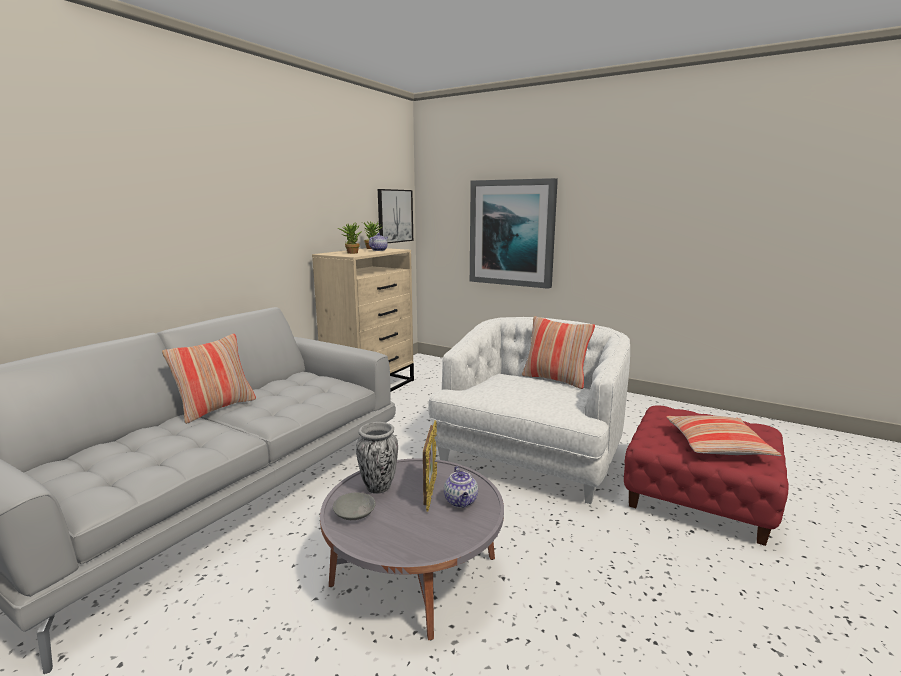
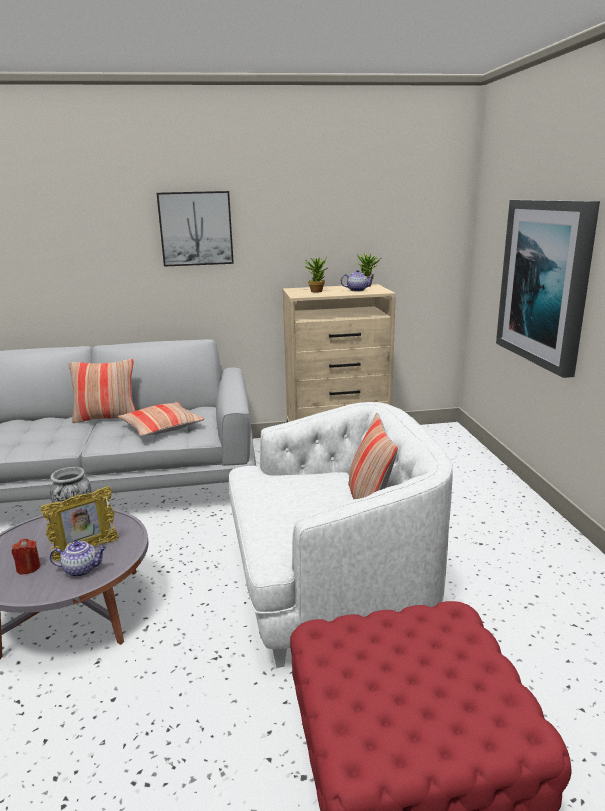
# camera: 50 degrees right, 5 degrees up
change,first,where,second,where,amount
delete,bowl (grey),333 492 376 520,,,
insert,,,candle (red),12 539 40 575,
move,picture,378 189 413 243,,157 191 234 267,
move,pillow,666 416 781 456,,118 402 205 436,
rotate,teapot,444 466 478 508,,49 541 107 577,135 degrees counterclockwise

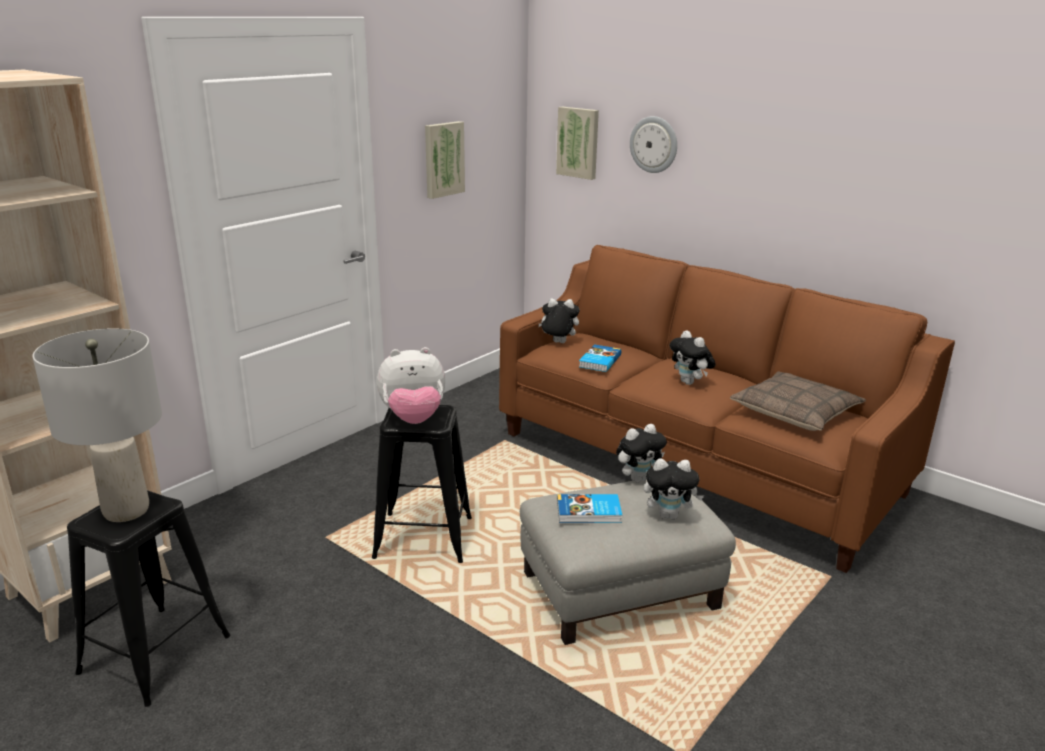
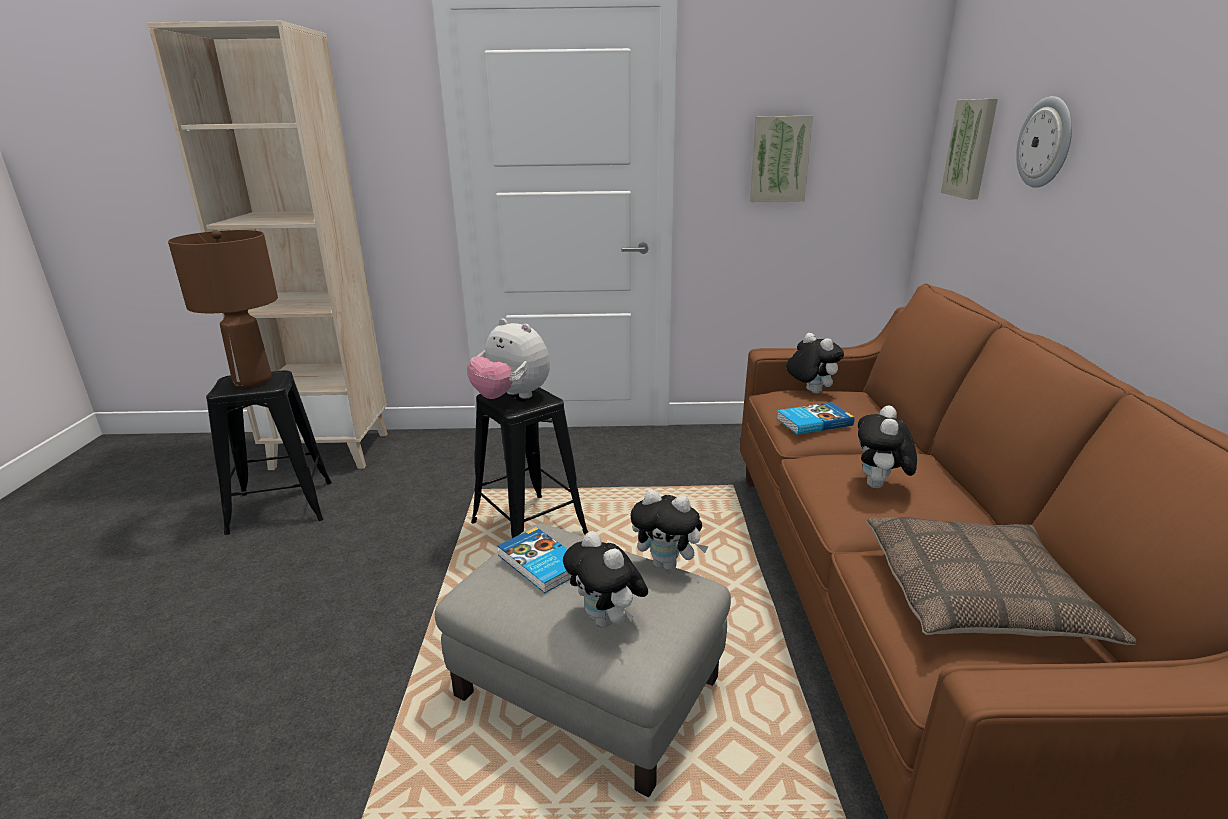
# camera: 50 degrees right, 0 degrees up
change,first,where,second,where,amount
recolor,table lamp (grey),32 328 162 522,table lamp (brown),168 230 278 388,

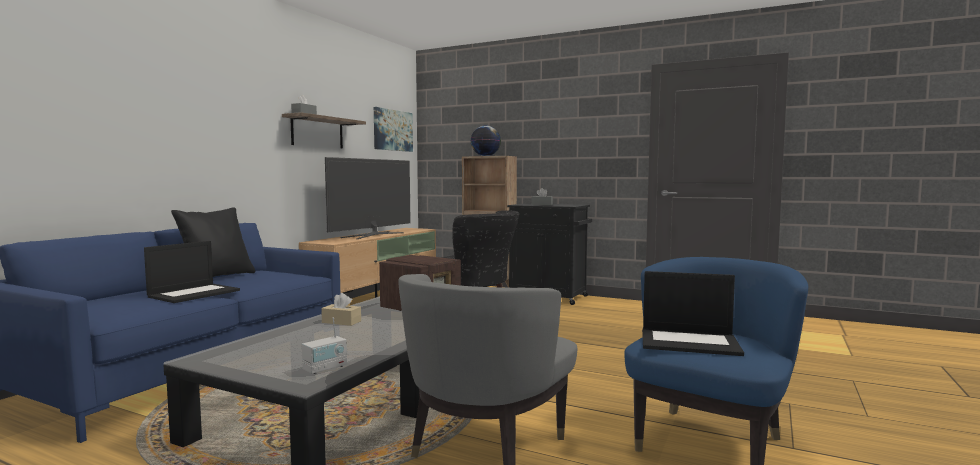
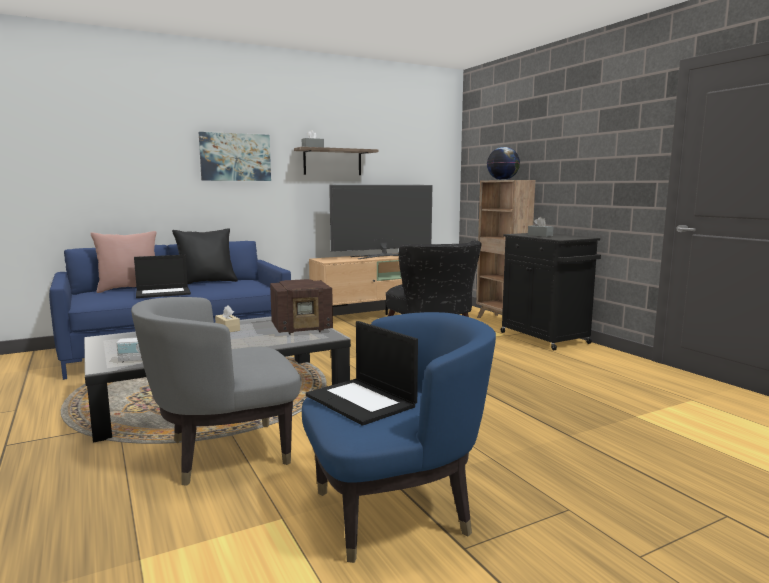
# camera: 35 degrees right, 5 degrees up
change,first,where,second,where,amount
insert,,,pillow (pink),90 231 157 293,
move,picture,374 107 413 152,,199 132 271 181,

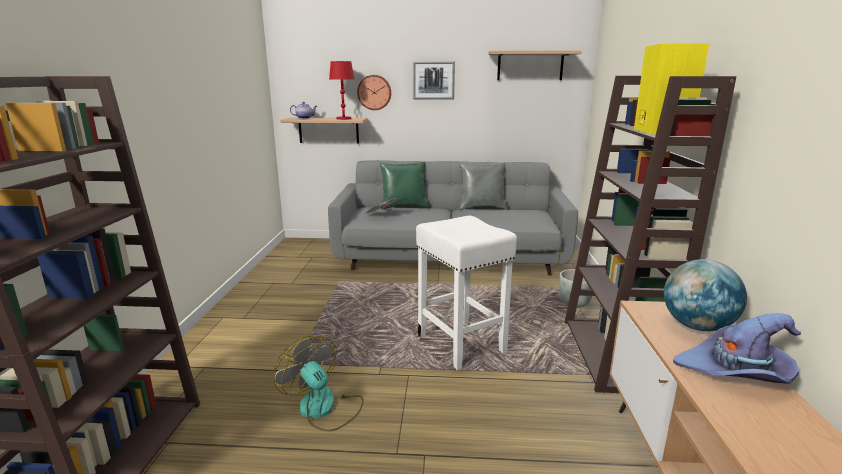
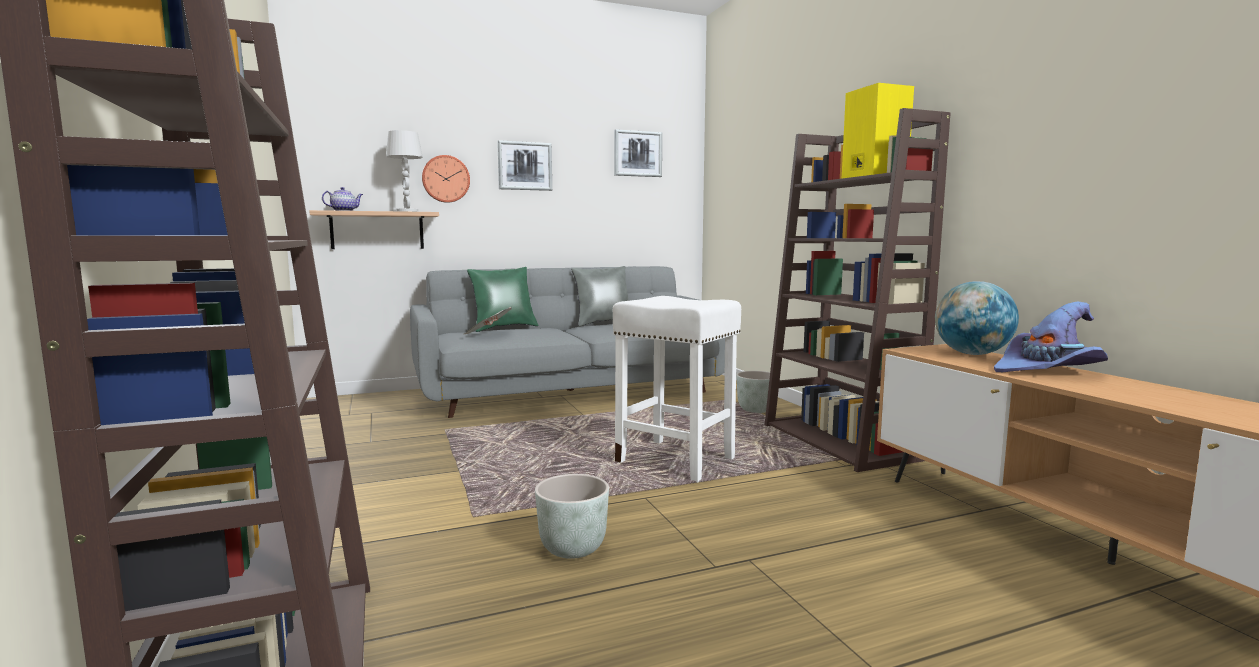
# camera: 25 degrees left, 10 degrees down
change,first,where,second,where,amount
replace,fan,274 335 364 431,planter (grey),535 474 609 559,
replace,shelf,488 50 581 80,picture,614 129 662 177,
recolor,table lamp (red),329 61 354 120,table lamp (white),386 130 423 212,

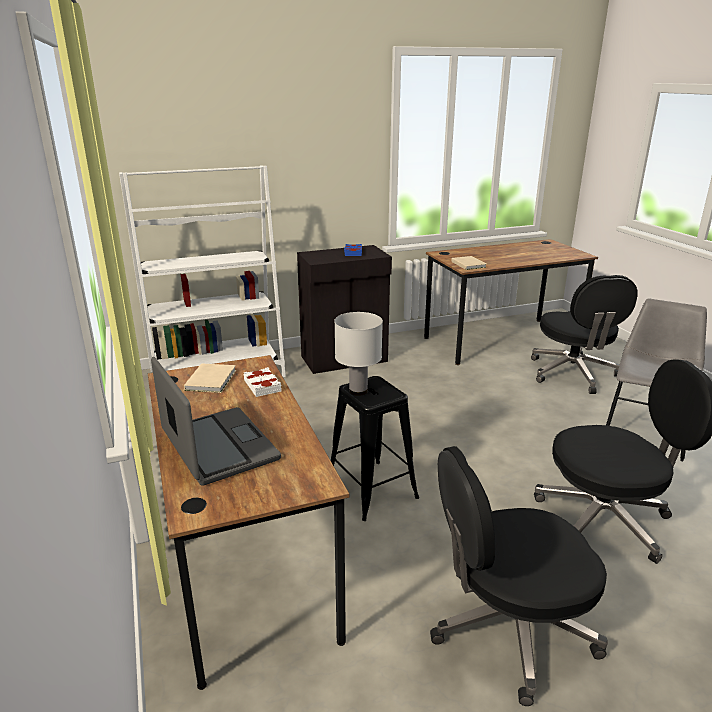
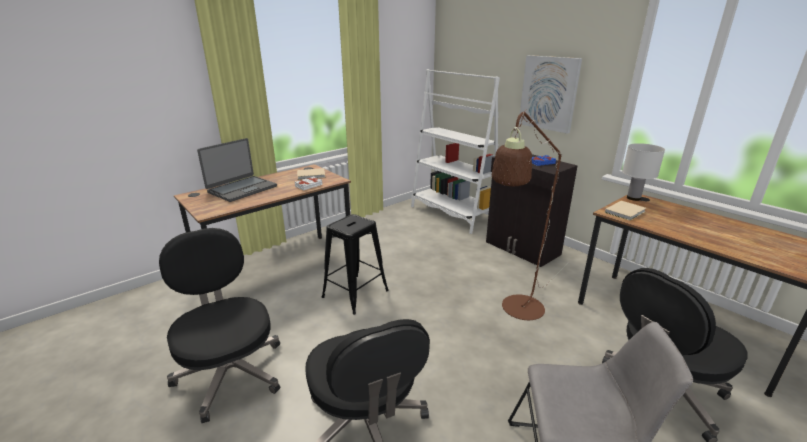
# camera: 70 degrees right, 0 degrees up
change,first,where,second,where,amount
insert,,,floor lamp (brown),492 110 569 320,
insert,,,picture,519 55 582 134,
move,table lamp (white),334 312 383 396,,622 143 665 201,

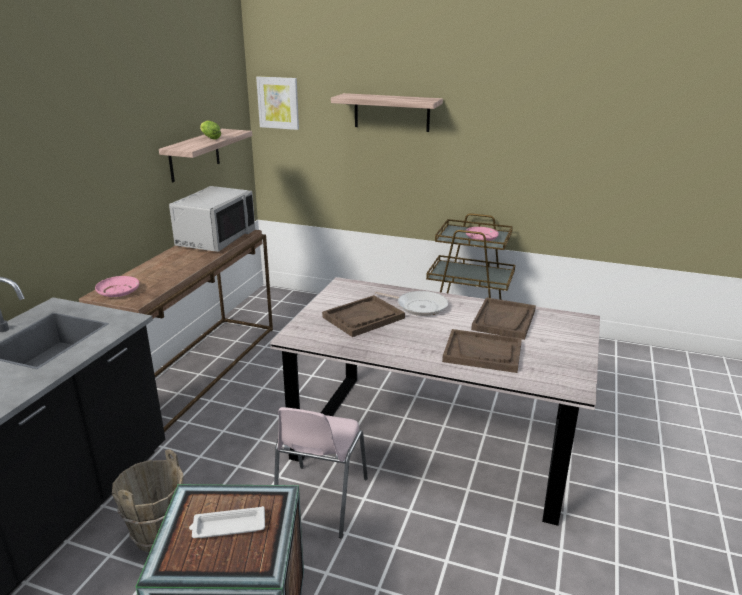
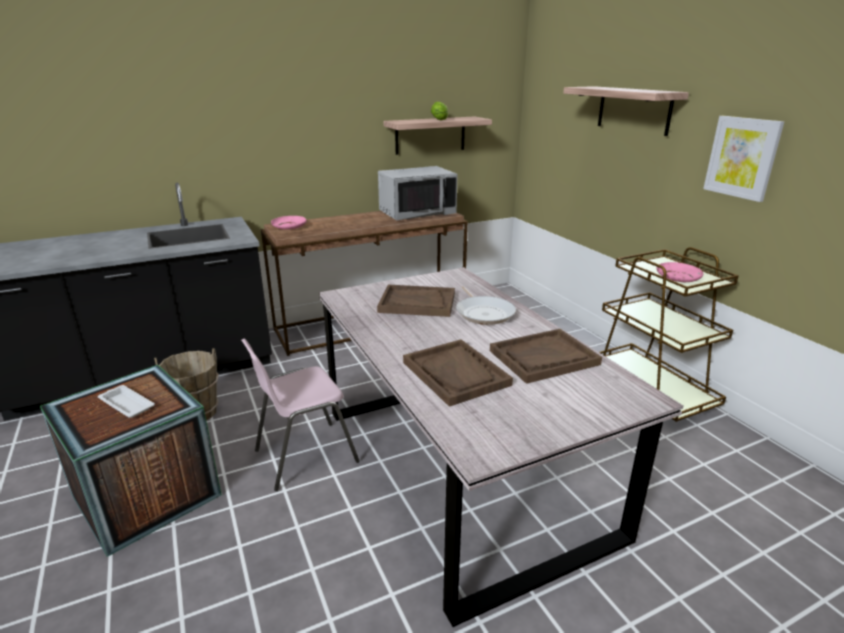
# camera: 45 degrees right, 0 degrees up
change,first,where,second,where,amount
move,picture,256 76 299 130,,703 116 784 202,

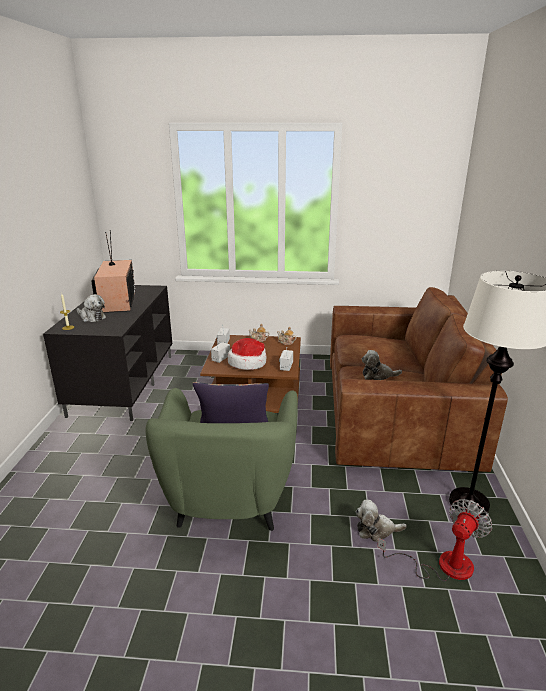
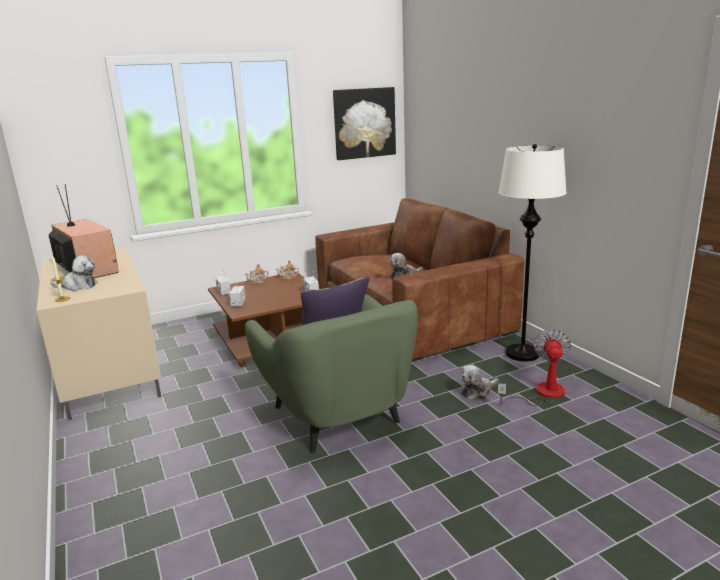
# camera: 30 degrees left, 5 degrees down
change,first,where,second,where,amount
delete,hat,228 338 267 370,,,
insert,,,picture,333 87 396 160,
recolor,tv stand (black),43 285 172 421,tv stand (beige),37 248 161 421,

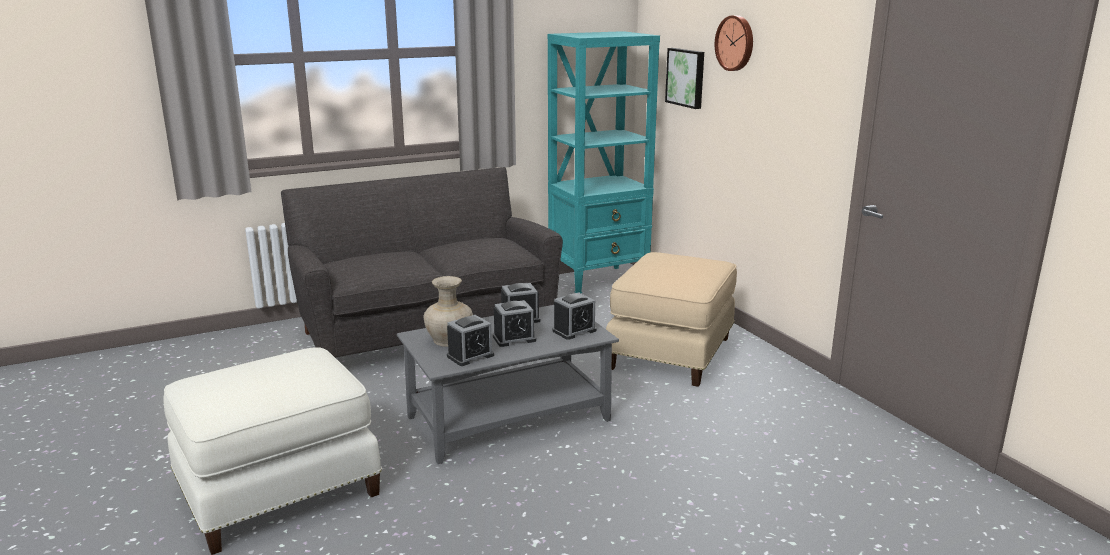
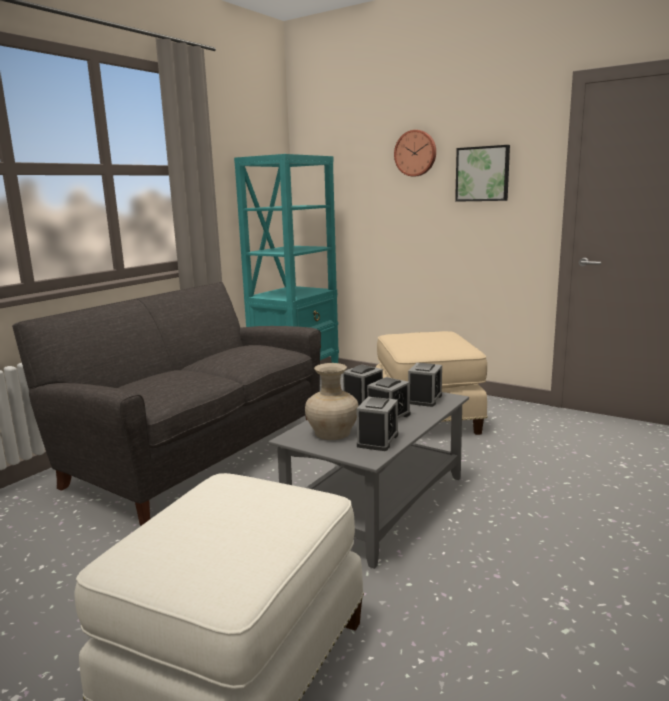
# camera: 30 degrees left, 5 degrees down
change,first,where,second,where,amount
move,picture,665 48 704 109,,455 145 510 202,

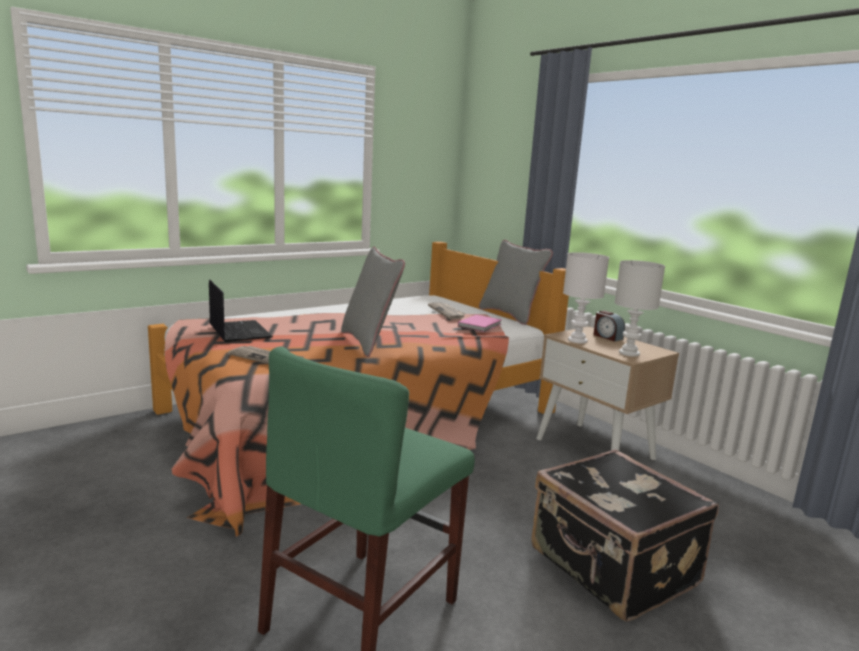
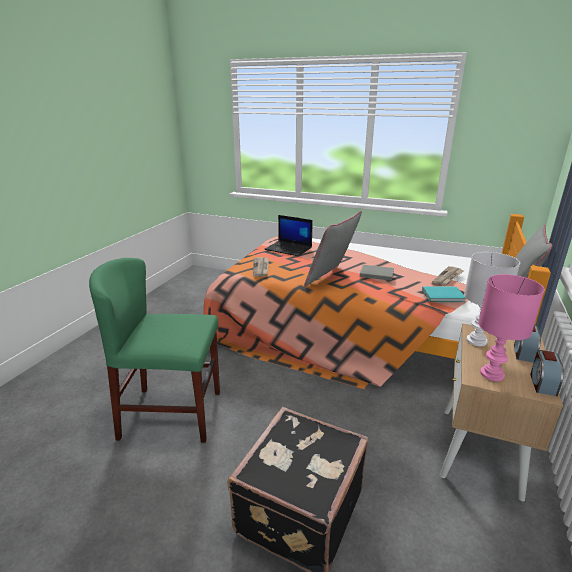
# camera: 60 degrees right, 10 degrees up
change,first,where,second,where,amount
insert,,,book (grey),360 265 394 281,
insert,,,alarm clock,530 350 564 396,
recolor,book (pink),458 315 502 332,book (turquoise),422 287 466 302,
recolor,table lamp (white),614 260 665 357,table lamp (pink),478 274 545 381,
rotate,laptop,209 280 273 342,,264 215 313 256,90 degrees clockwise

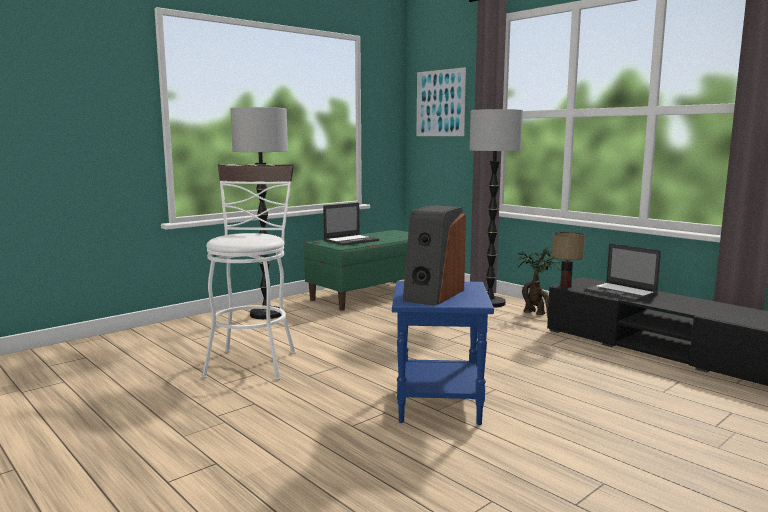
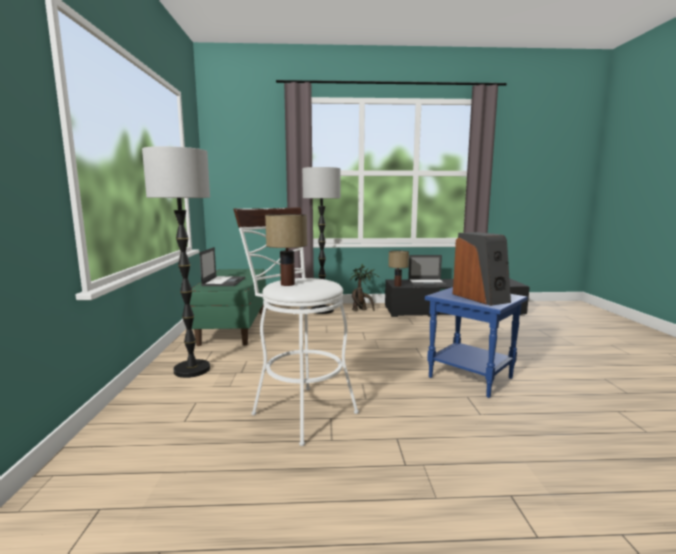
# camera: 50 degrees left, 0 degrees up
change,first,where,second,where,amount
delete,picture,416 67 466 136,,,
insert,,,table lamp,265 214 307 286,

